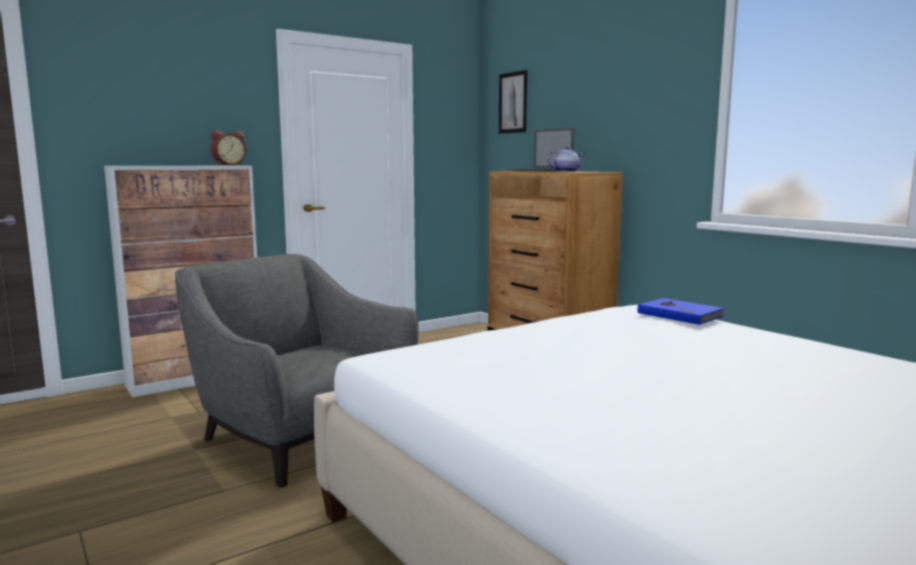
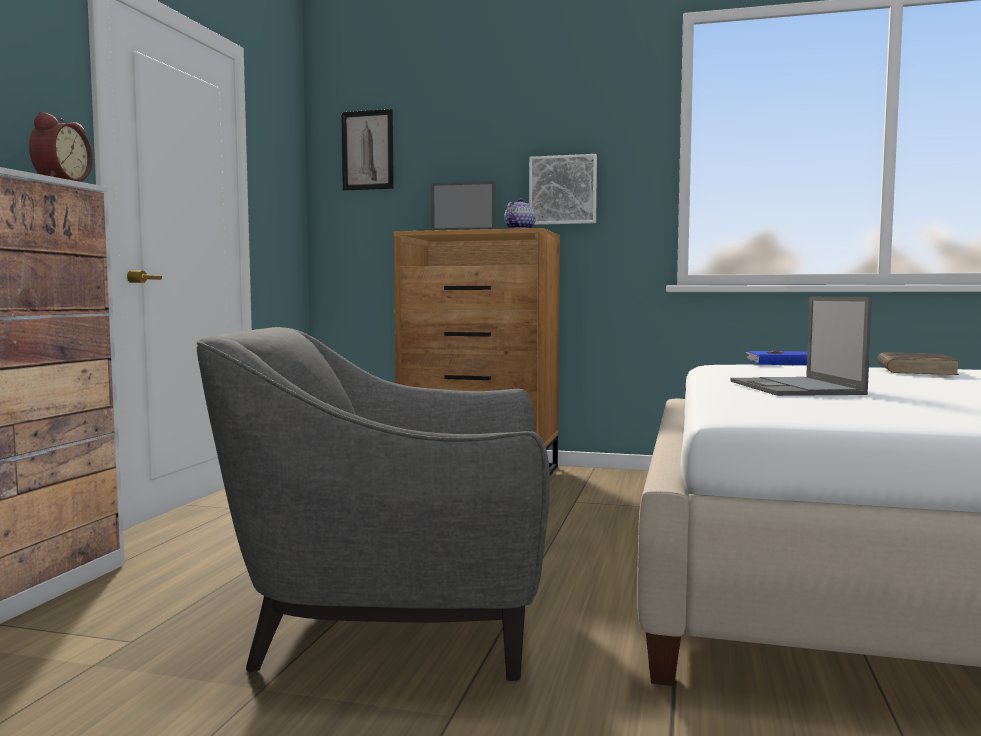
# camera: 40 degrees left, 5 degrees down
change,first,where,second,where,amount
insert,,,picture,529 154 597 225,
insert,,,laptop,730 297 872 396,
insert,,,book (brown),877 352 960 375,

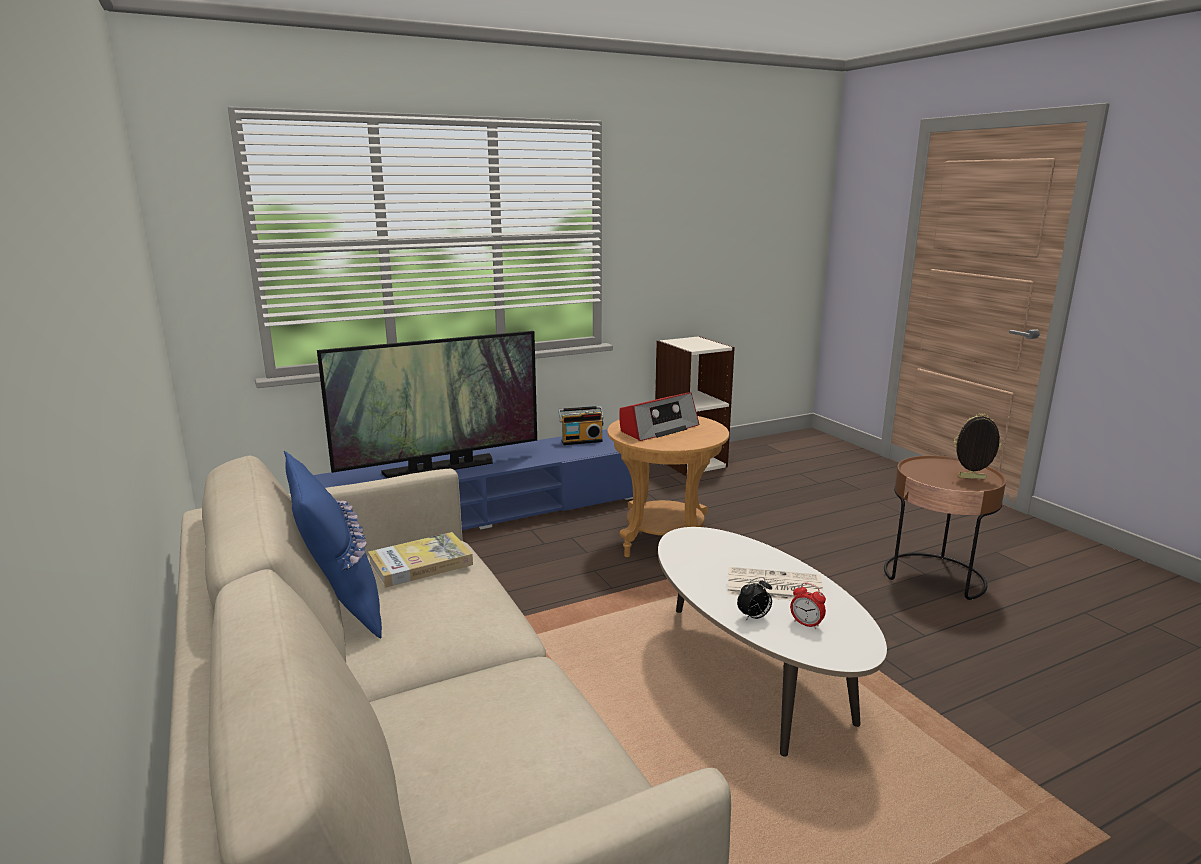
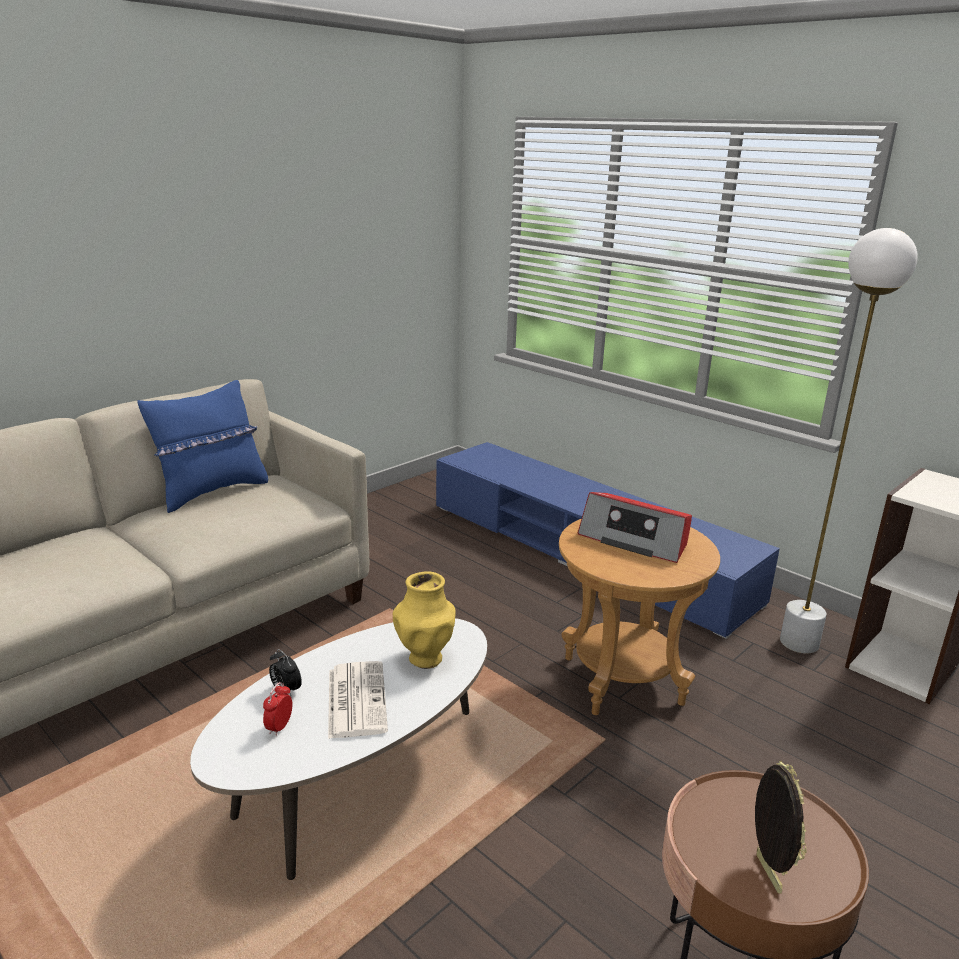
# camera: 70 degrees right, 5 degrees up
change,first,where,second,where,amount
delete,television,317 331 537 478,,,
delete,book,368 532 473 588,,,
delete,radio,558 406 604 445,,,
insert,,,vase (yellow),393 571 456 669,
insert,,,floor lamp (white),780 228 918 654,

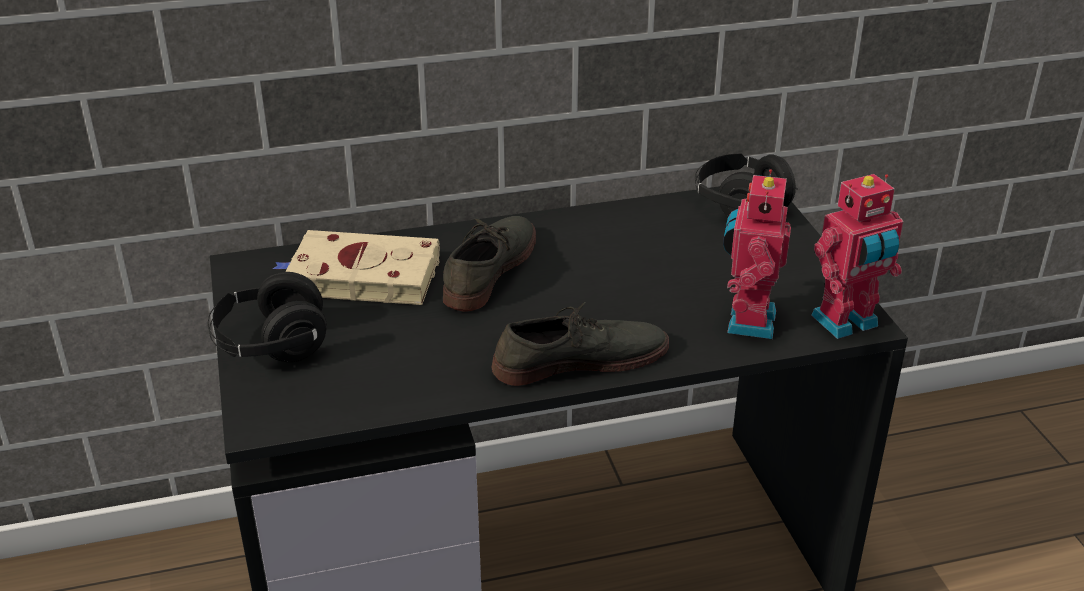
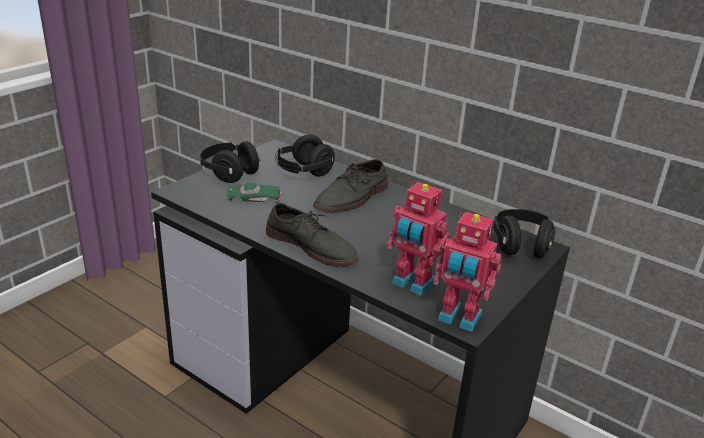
# camera: 50 degrees right, 5 degrees down
change,first,where,second,where,amount
insert,,,toy car (green),226 182 281 203,
replace,book (beige),273 230 440 305,headphones (black),275 135 335 177,
rotate,shoe (grey),443 216 536 312,,314 159 388 213,150 degrees clockwise
rotate,toy robot,723 169 791 339,,387 181 449 295,120 degrees counterclockwise

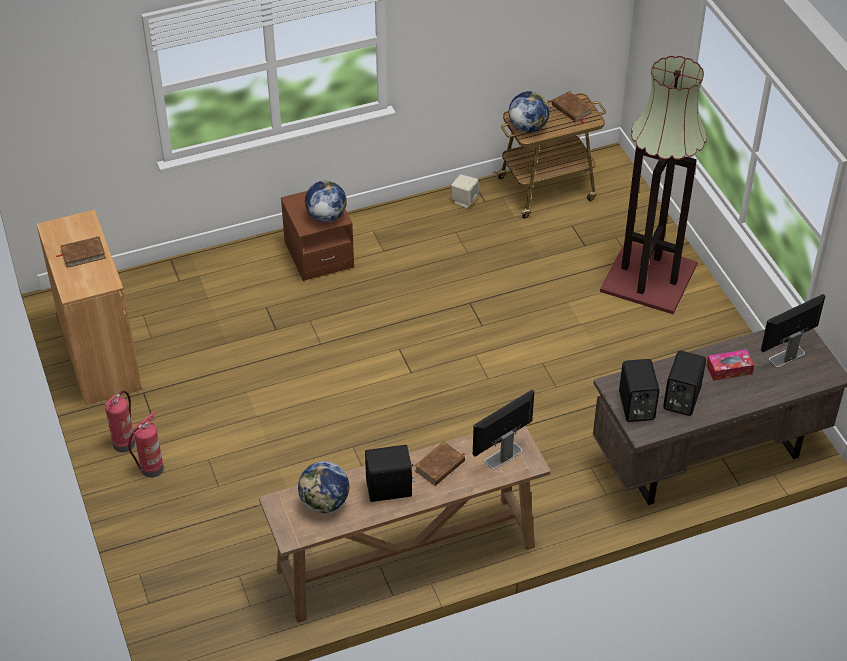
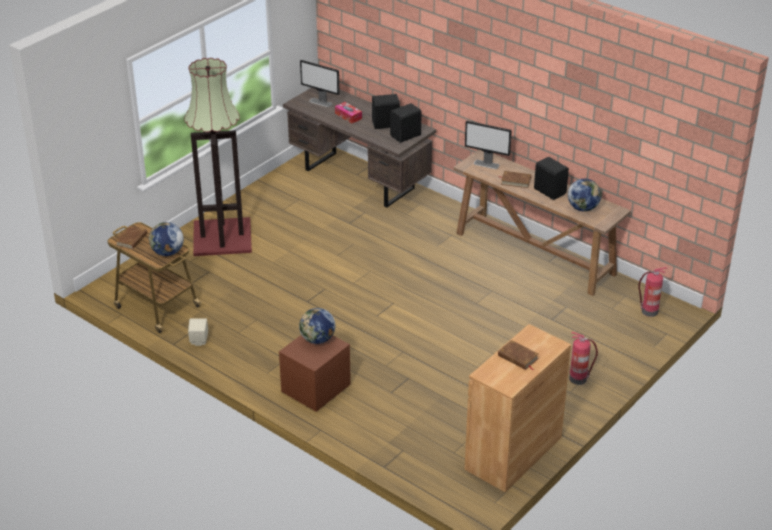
# camera: 120 degrees left, 10 degrees down
change,first,where,second,where,amount
move,fire extinguisher,105 390 136 452,,638 267 667 317,

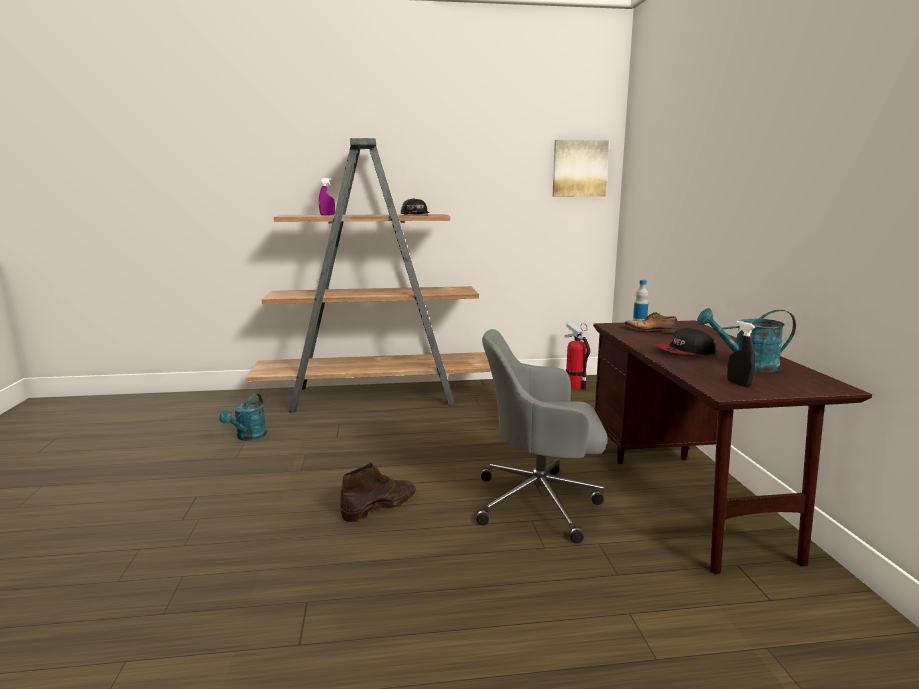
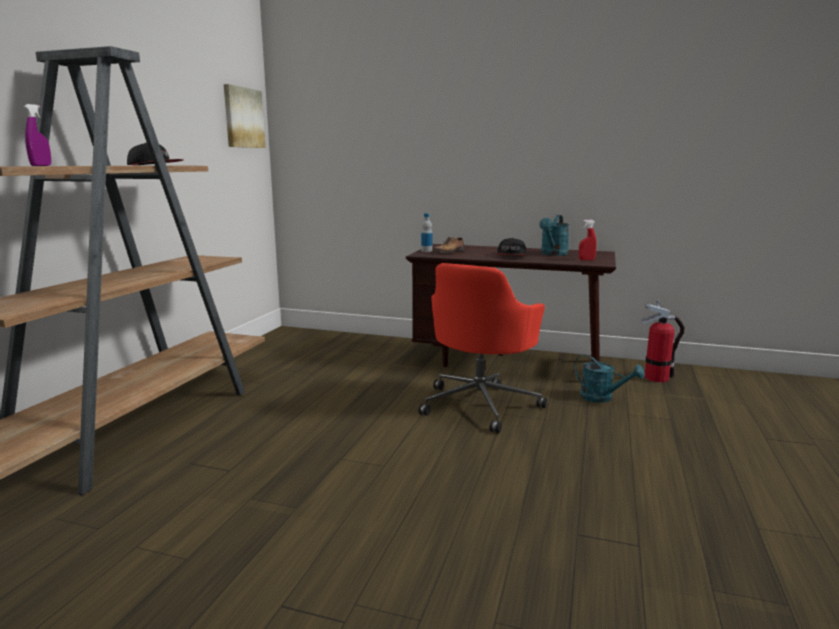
# camera: 65 degrees left, 0 degrees up
change,first,where,second,where,amount
delete,boot (brown),340 461 416 522,,,
move,watering can (turquoise),219 393 267 441,,574 354 645 403,
move,fire extinguisher,565 323 590 389,,641 300 685 382,
recolor,office chair (grey),477 329 608 543,office chair (red),418 263 547 433,
recolor,spray bottle (black),727 321 755 387,spray bottle (red),579 220 597 260,

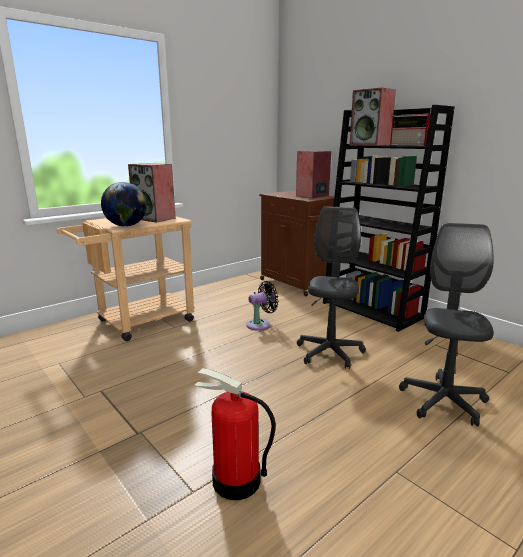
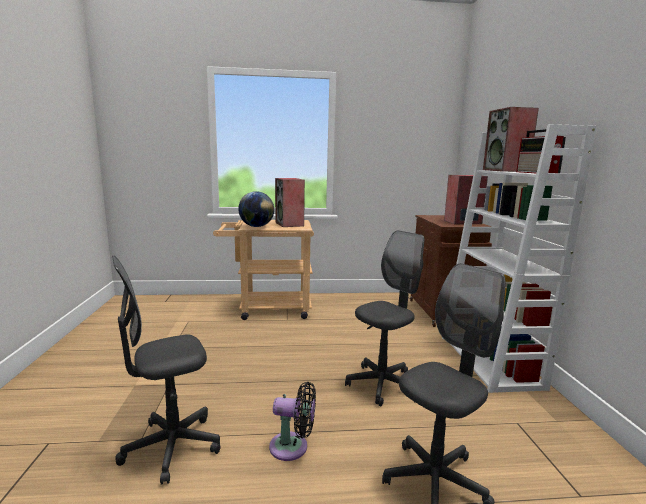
# camera: 35 degrees right, 5 degrees down
change,first,where,second,where,amount
move,fan (black),246 281 279 331,,269 382 316 461,
replace,fire extinguisher,194 368 276 500,office chair (grey),112 255 221 485,
recolor,bookcase (black),323 105 455 332,bookcase (white),442 124 596 393,

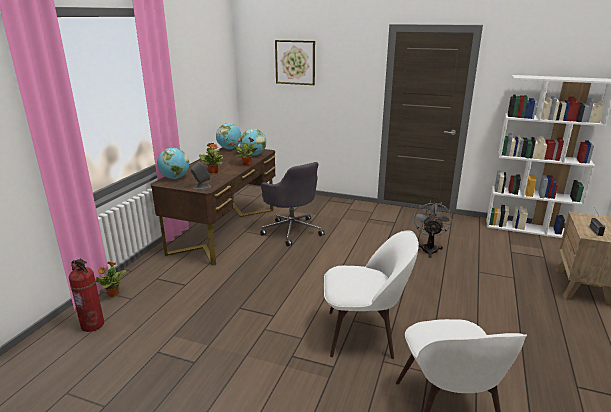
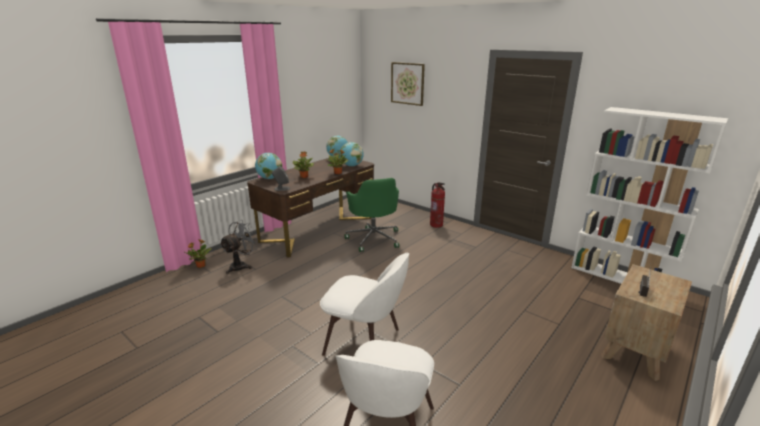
# camera: 20 degrees right, 0 degrees up
change,first,where,second,where,amount
move,fire extinguisher,69 258 104 332,,430 182 445 228,
move,fan (grey),414 201 452 258,,220 220 259 274,
recolor,office chair (grey),260 162 325 246,office chair (green),345 178 399 252,

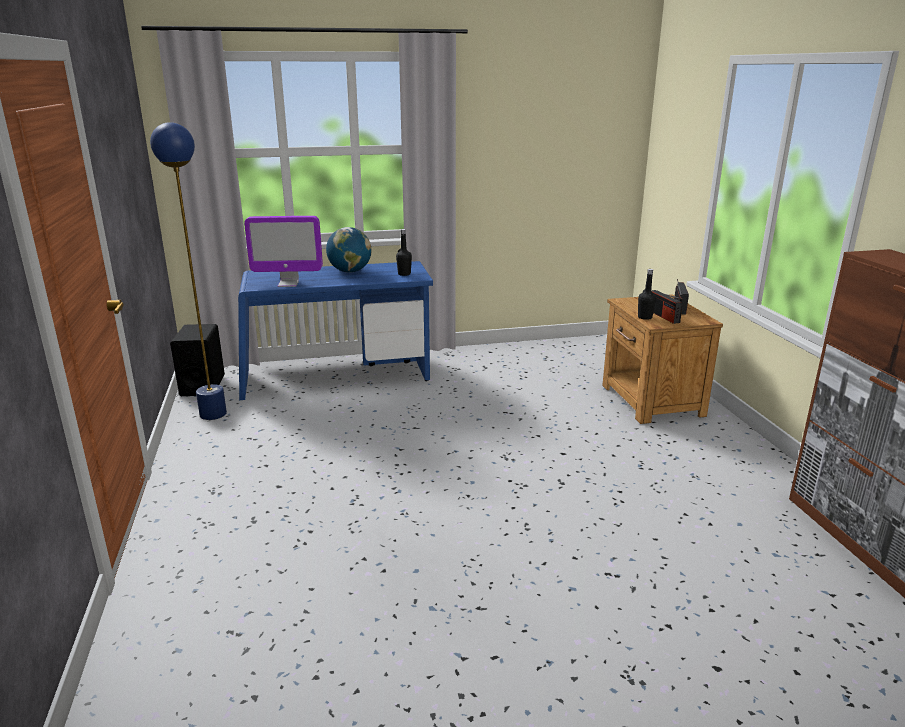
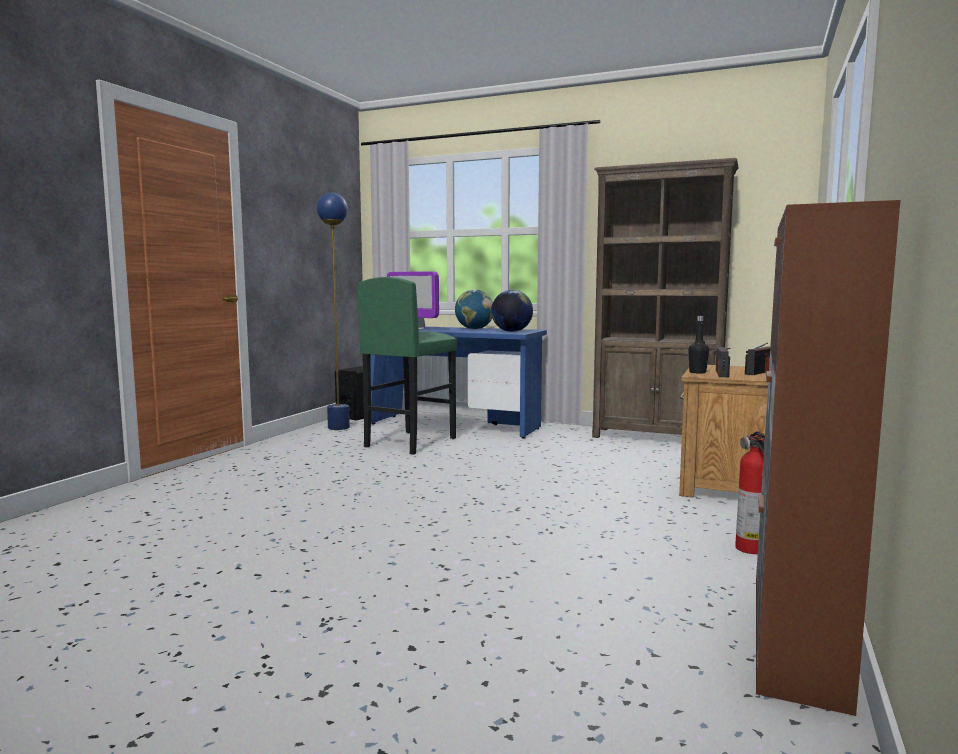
# camera: 35 degrees right, 15 degrees down
change,first,where,second,where,amount
insert,,,stool (green),357 277 457 455,
insert,,,bookcase (brown),592 158 739 438,
insert,,,fire extinguisher,735 431 765 554,
replace,bottle (black),396 229 412 276,globe,491 290 533 332,

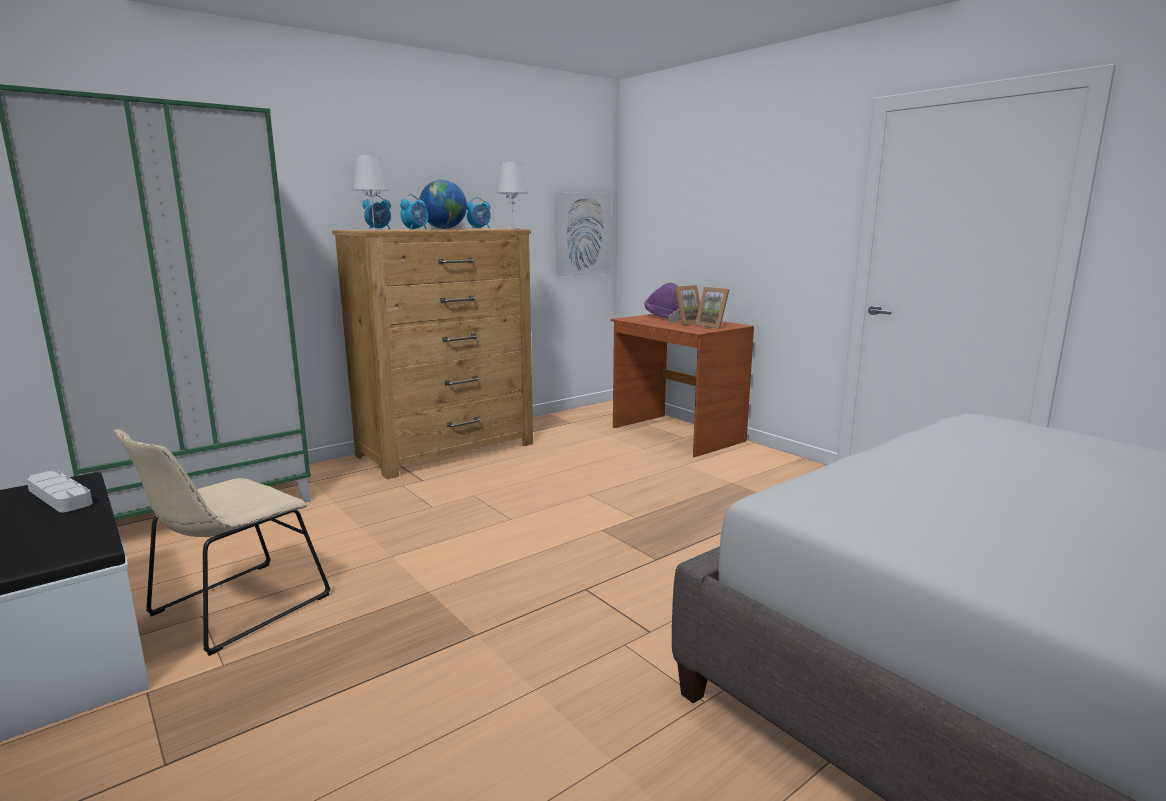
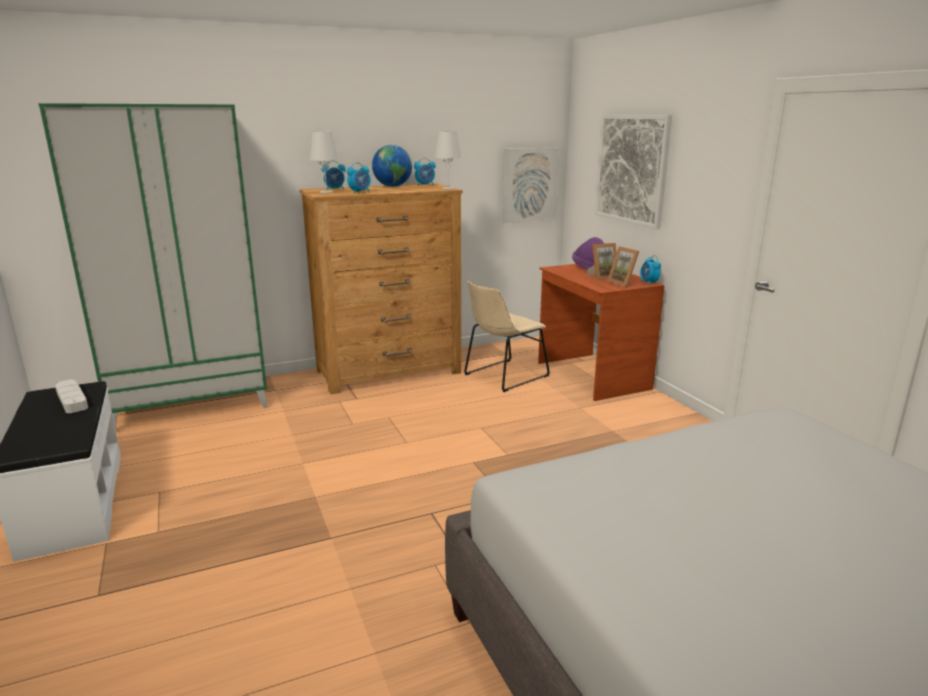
# camera: 15 degrees right, 5 degrees up
change,first,where,second,where,amount
insert,,,picture,595 115 672 229,
insert,,,alarm clock,640 255 661 285,
move,chair (beige),114 429 331 656,,464 281 550 392,

